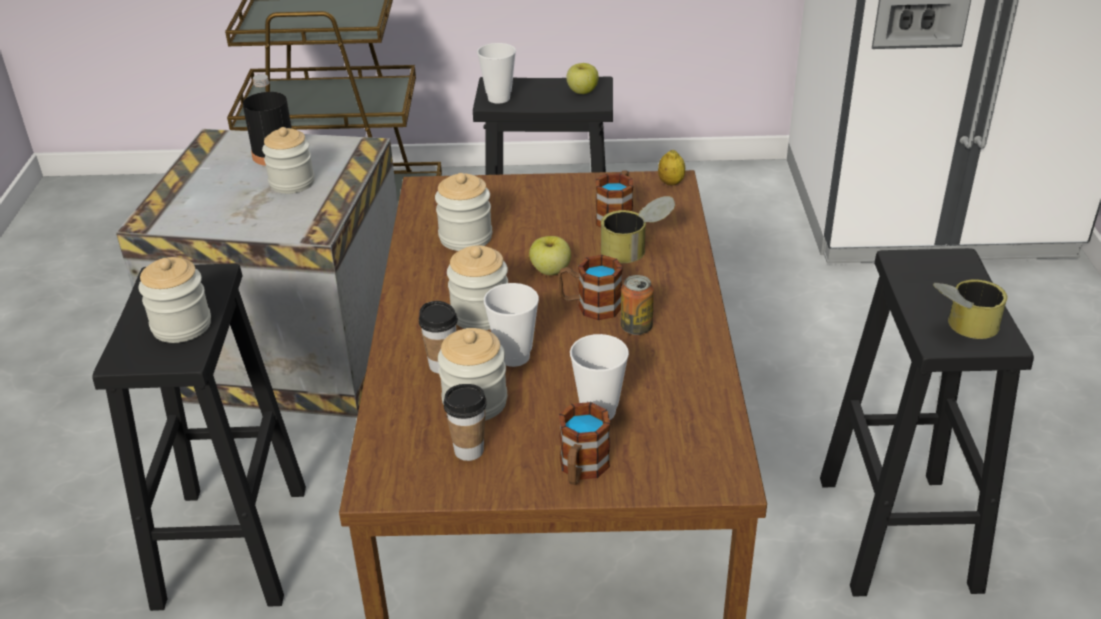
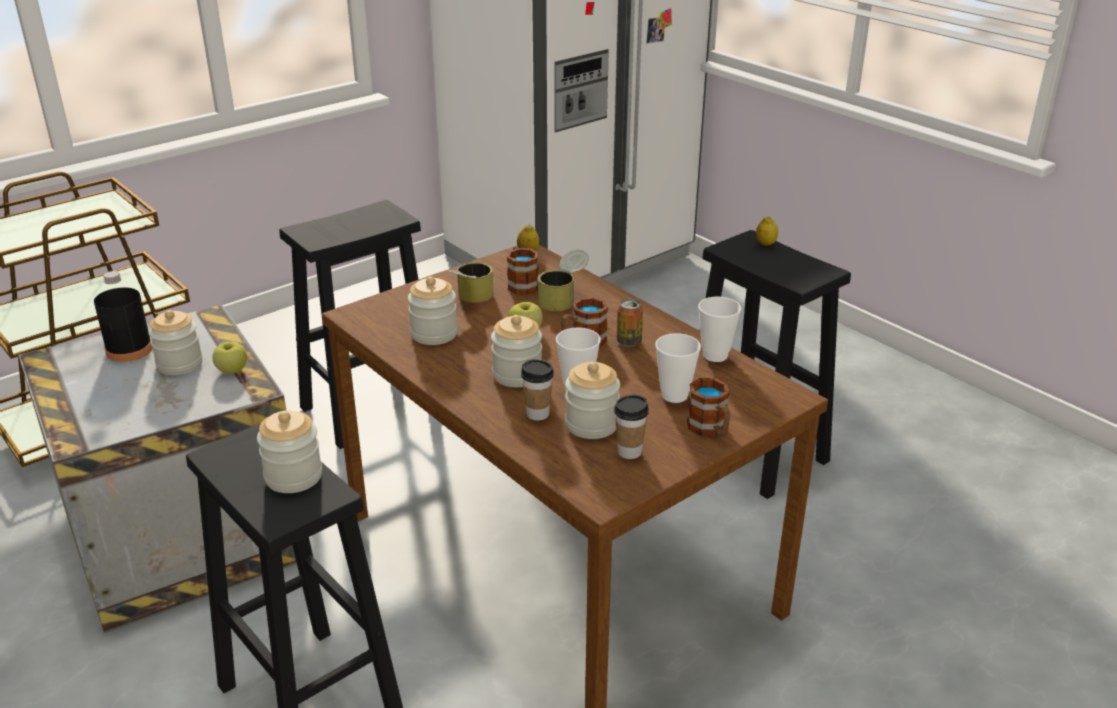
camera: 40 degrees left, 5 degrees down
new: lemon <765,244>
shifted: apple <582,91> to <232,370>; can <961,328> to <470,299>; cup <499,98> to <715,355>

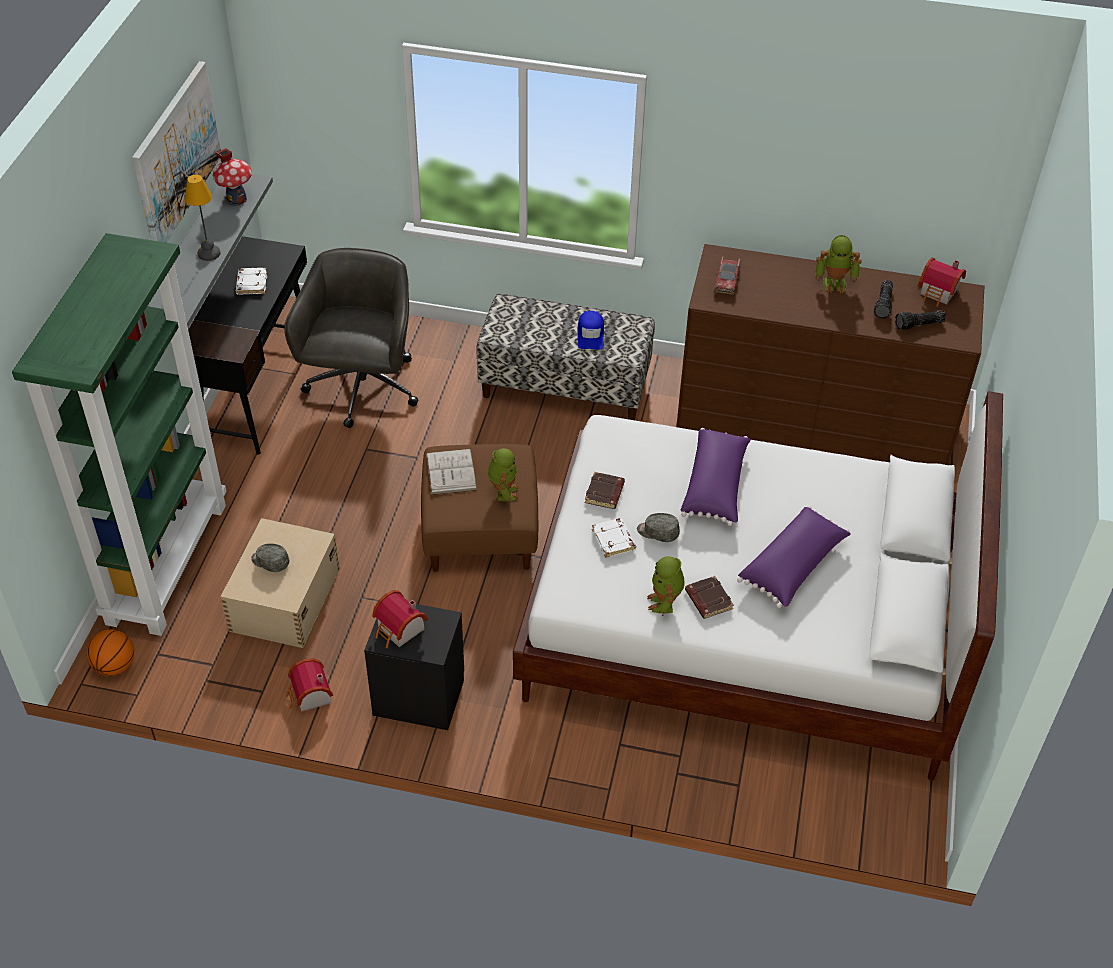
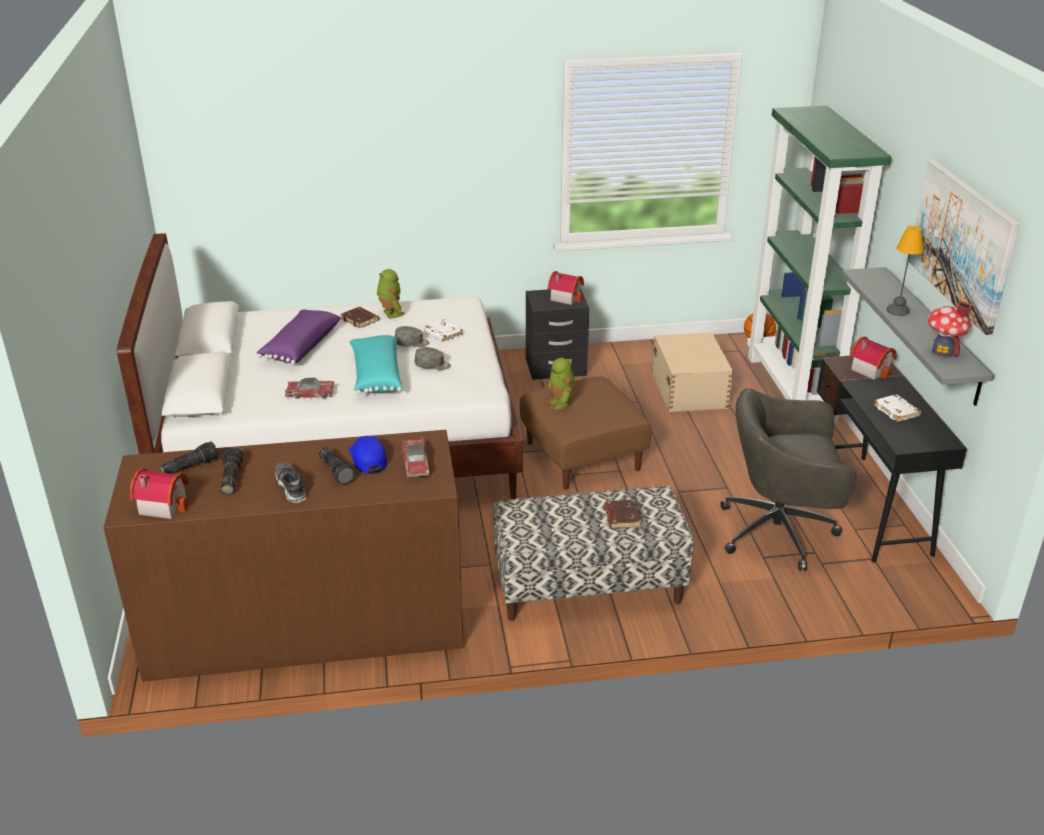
camera: 160 degrees right, 15 degrees down
gone: white book <451,472>
new: toy car <310,394>; flashlight <337,471>
shifted: blue cap <591,334> to <368,458>; grey cap <270,562> to <432,365>; brown book <605,493> to <621,517>; toy house <309,697> to <870,369>
swapped: toy robot <835,283> to shoe <290,487>
repainted: purple pillow <715,486> to turquoise pillow <376,376>
rotated: grey office chair <362,389> = <780,532> 105 degrees clockwise

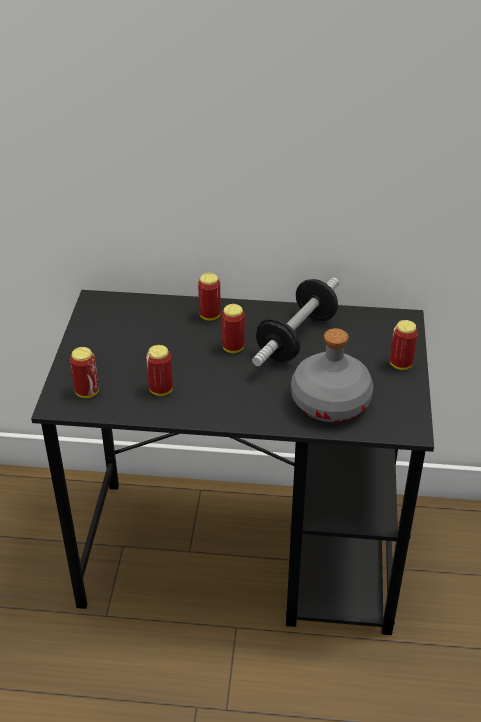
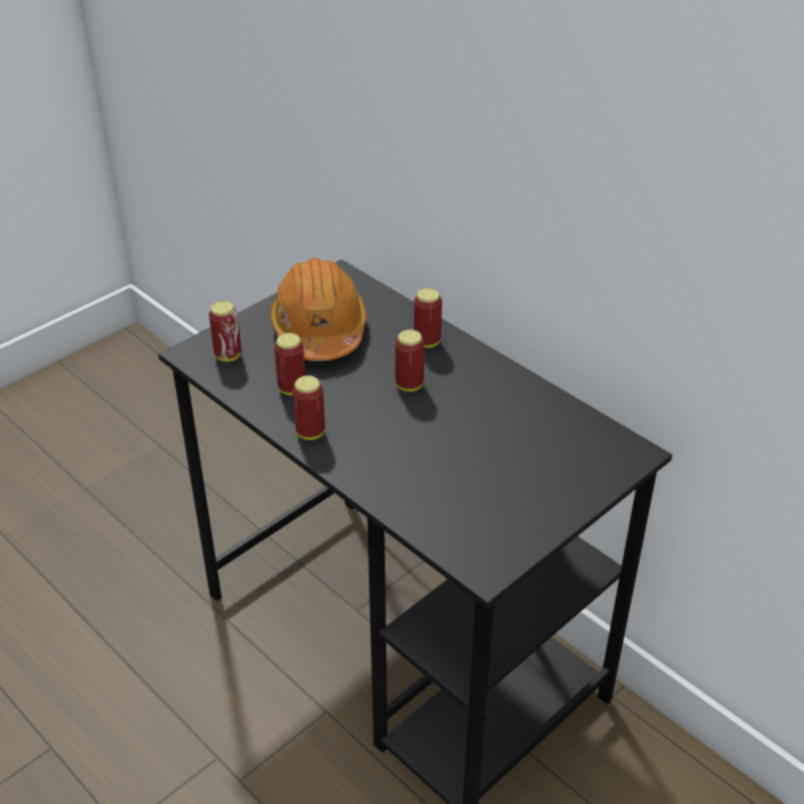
camera: 40 degrees right, 0 degrees up
gone: dumbbell <296,338>; grey bottle <331,403>
new: orange hard hat <319,330>
shifted: can <400,364> to <310,433>

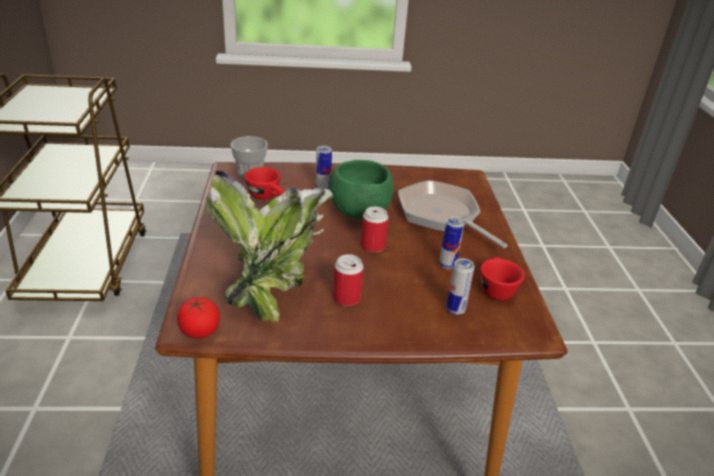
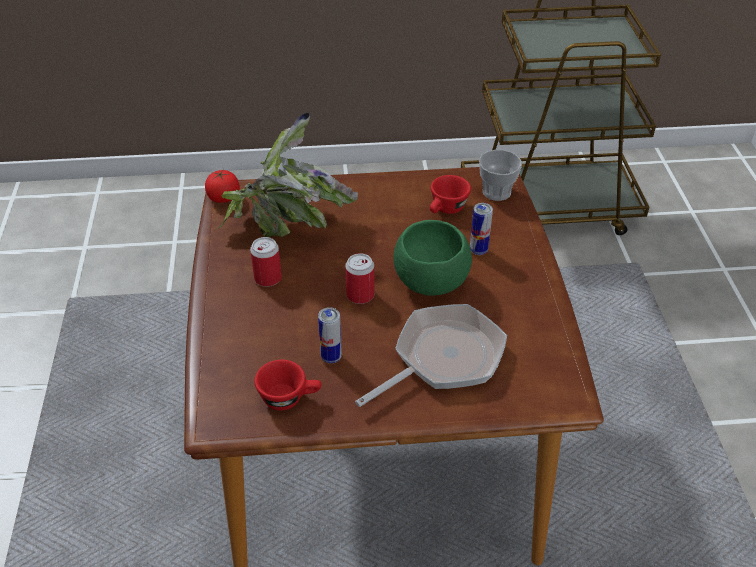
camera: 90 degrees right, 10 degrees up
gone: can <455,310>

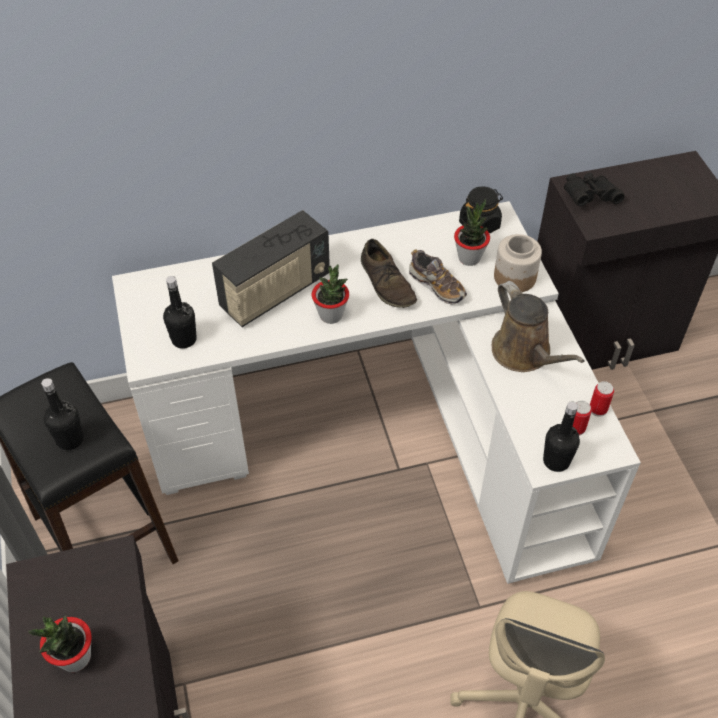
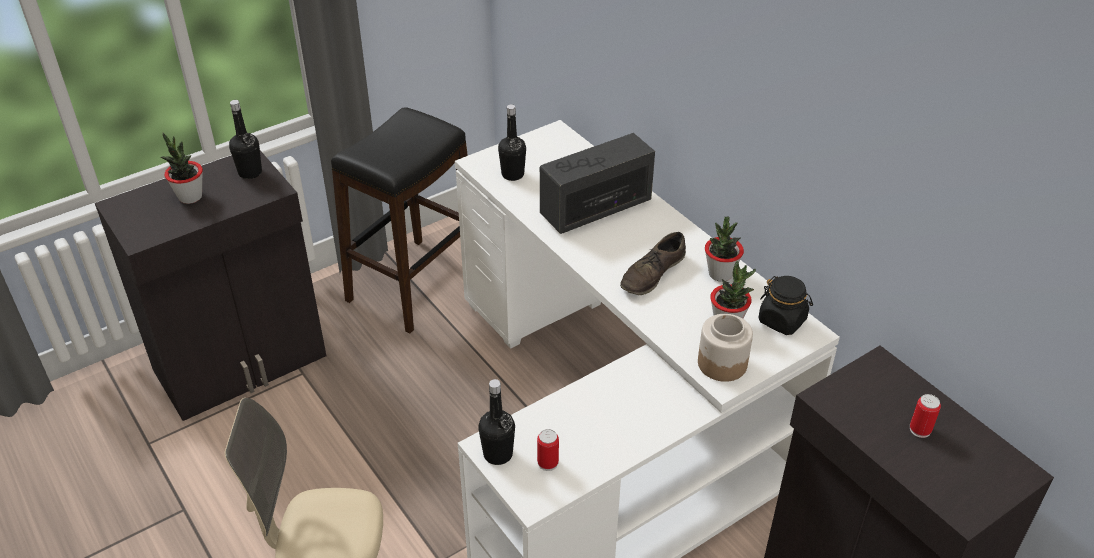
camera: 70 degrees right, 10 degrees down
gone: shoe <436,286>; brown watering can <524,353>; black binoculars <589,197>
shifted: black bottle <70,439> to <250,172>; potted plant <331,315> to <720,274>; can <598,409> to <920,429>
rotated: radio <275,292> = <595,208> 120 degrees clockwise

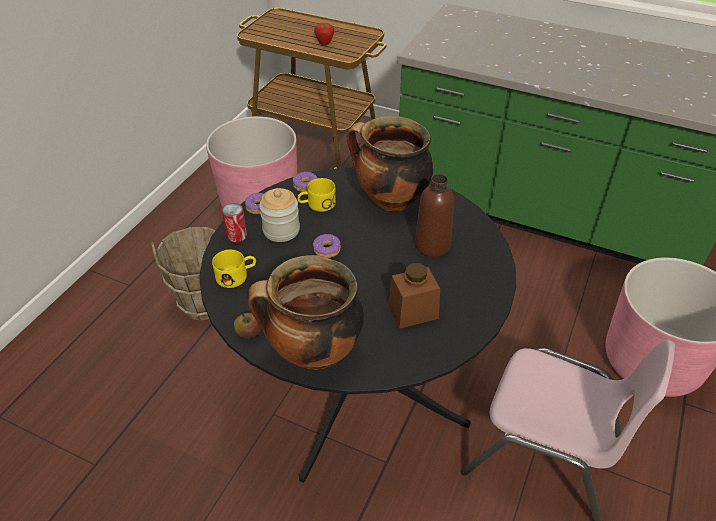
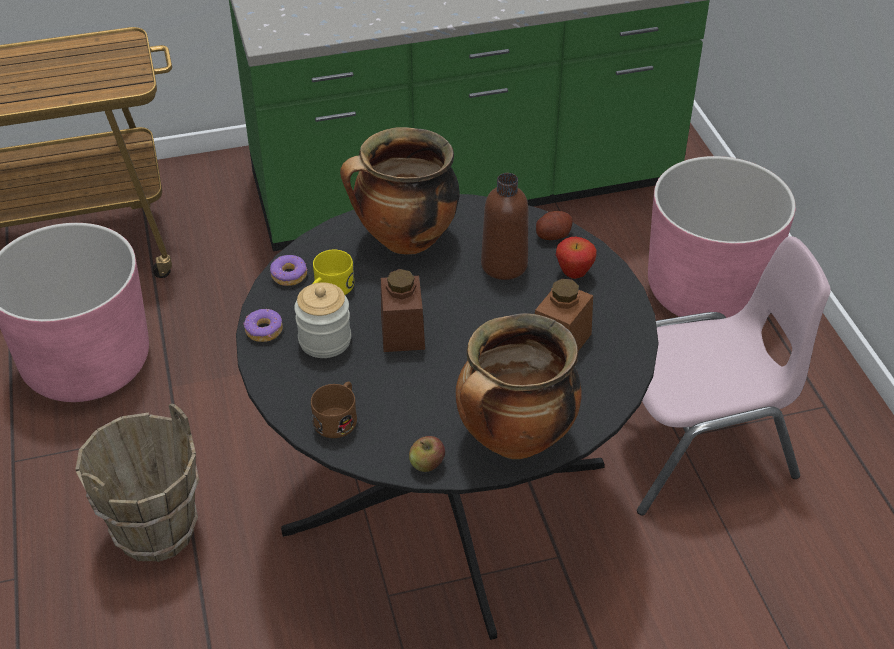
camera: 40 degrees left, 0 degrees up
gone: can <237,236>
new: potato <553,235>
shifted: apple <324,44> to <574,274>
swapped: donut <327,250> to brown jar <402,332>
repainted: yellow mug <237,276> to brown mug <338,417>

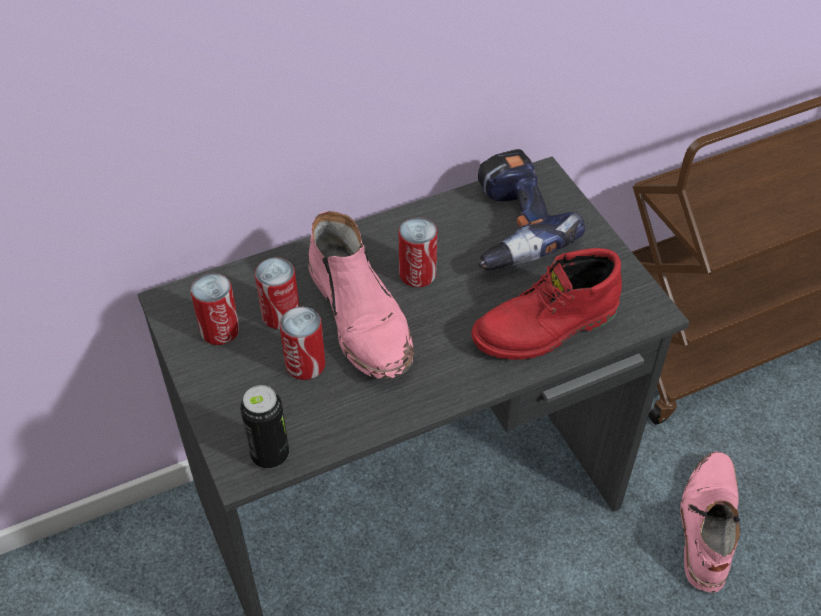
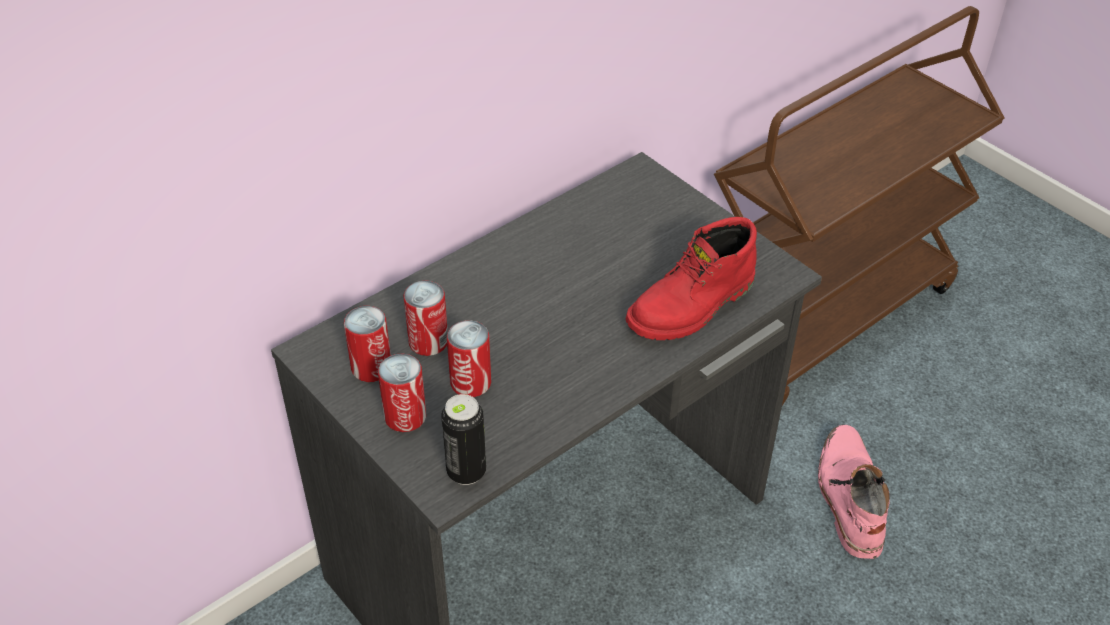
camera: 15 degrees left, 5 degrees down
gone: pink boot <362,317>; power drill <508,227>
shifted: can <417,274> to <405,416>

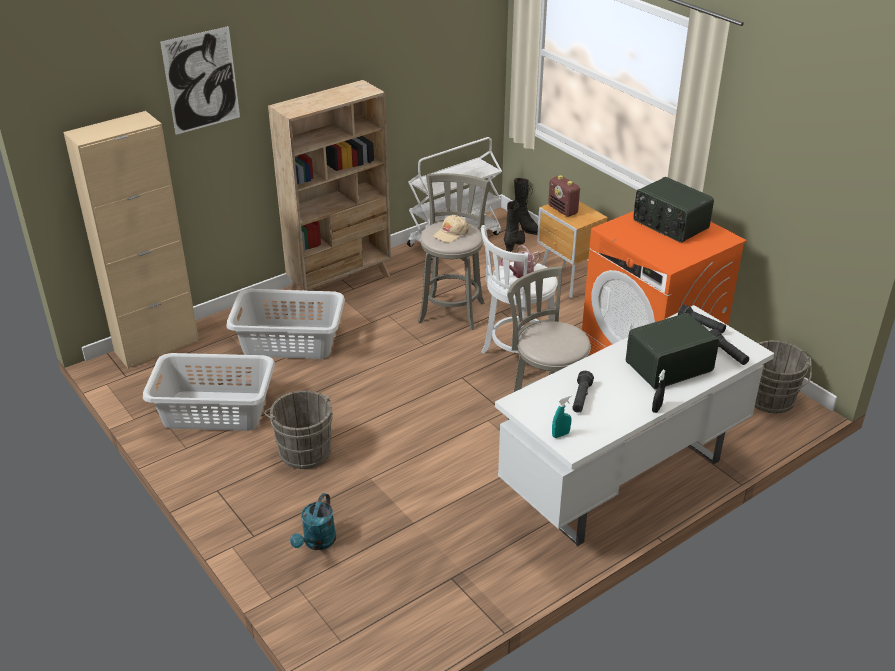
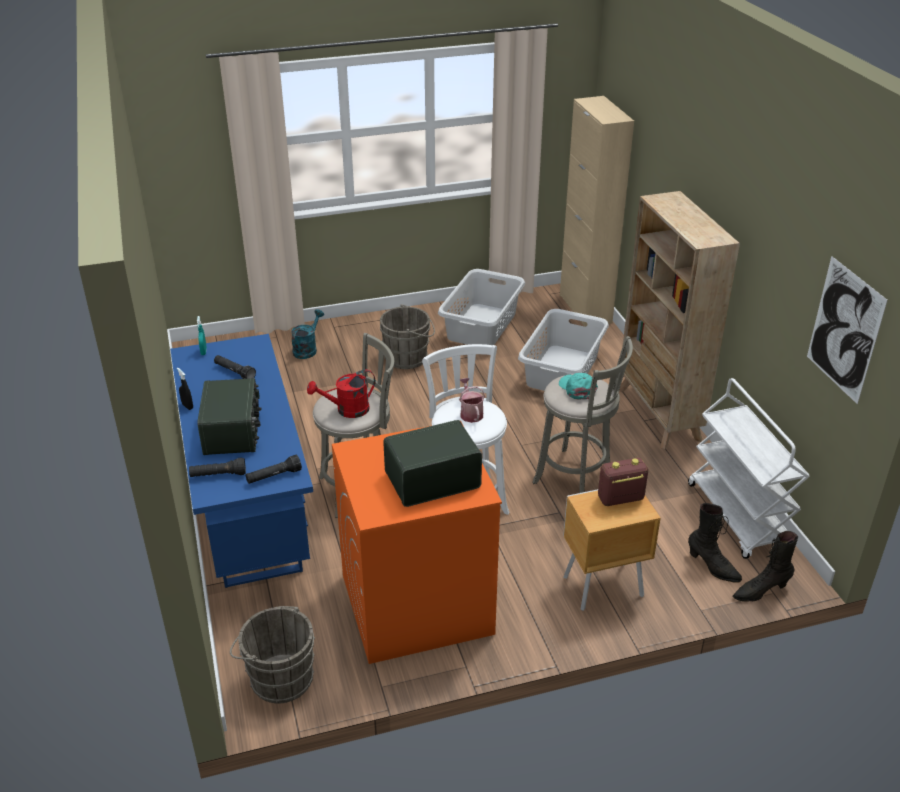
camera: 110 degrees right, 0 degrees up
new: red watering can <347,410>
shifted: picture <201,80> to <844,330>
repainted: white desk <625,481> to blue desk <249,513>; beige cap <451,233> to turquoise cap <577,389>
rotated: turquoise watering can <317,543> = <307,349> 75 degrees clockwise

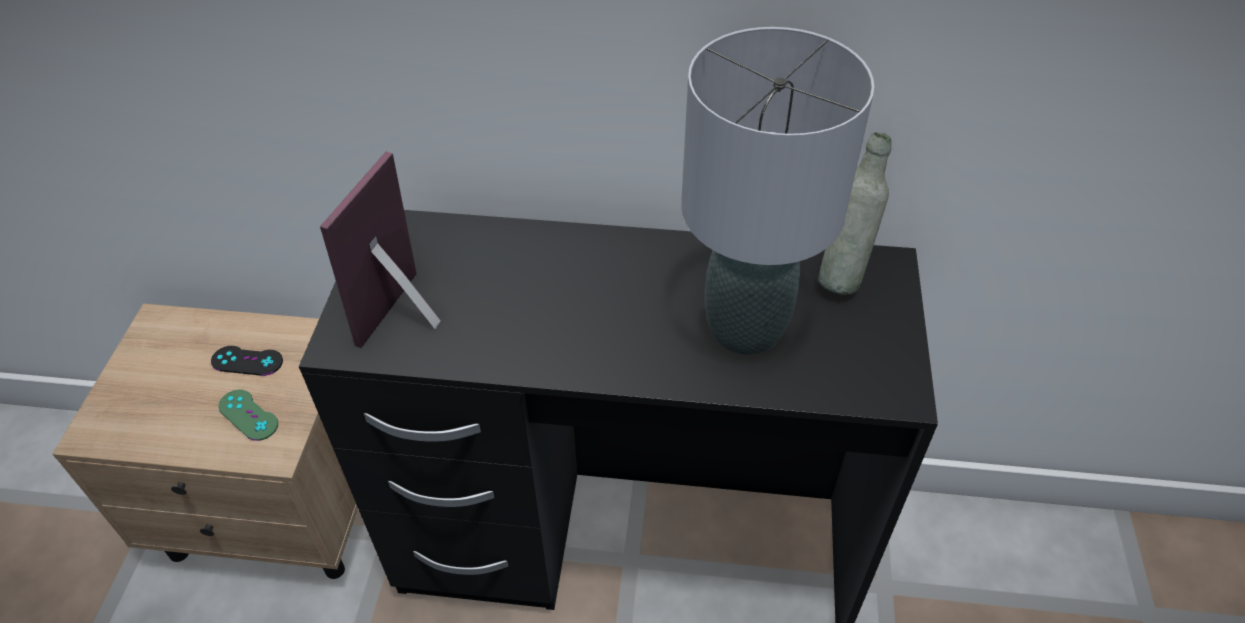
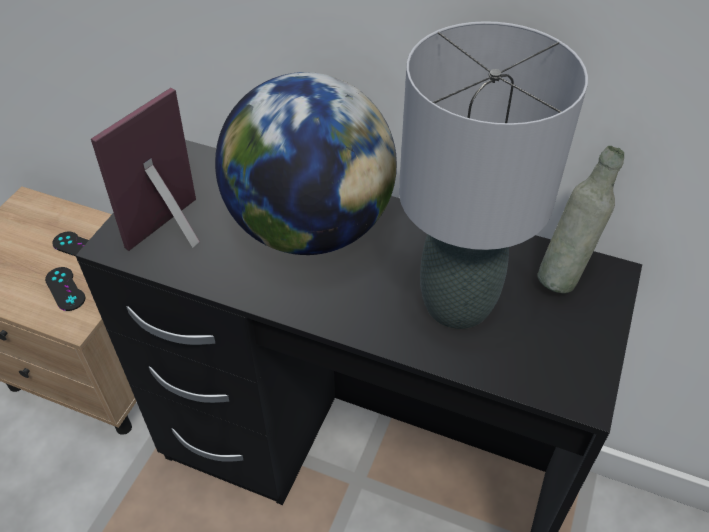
camera: 15 degrees right, 0 degrees up
new: globe <310,228>
repainted: green game controller <248,415> to black game controller <65,289>

